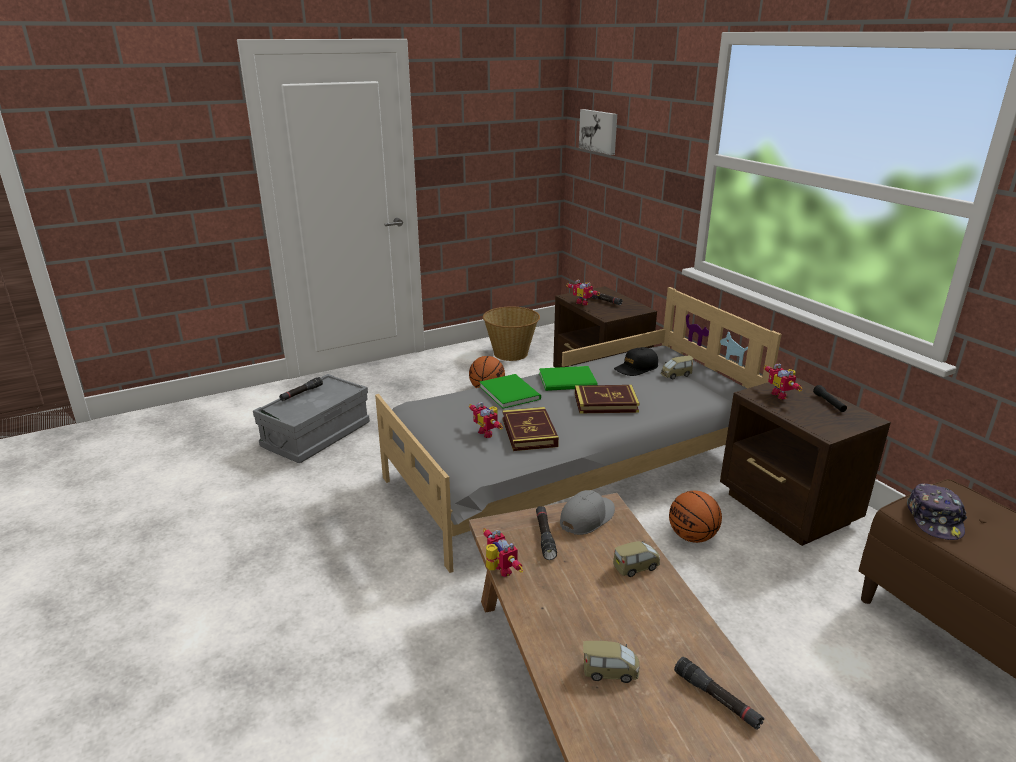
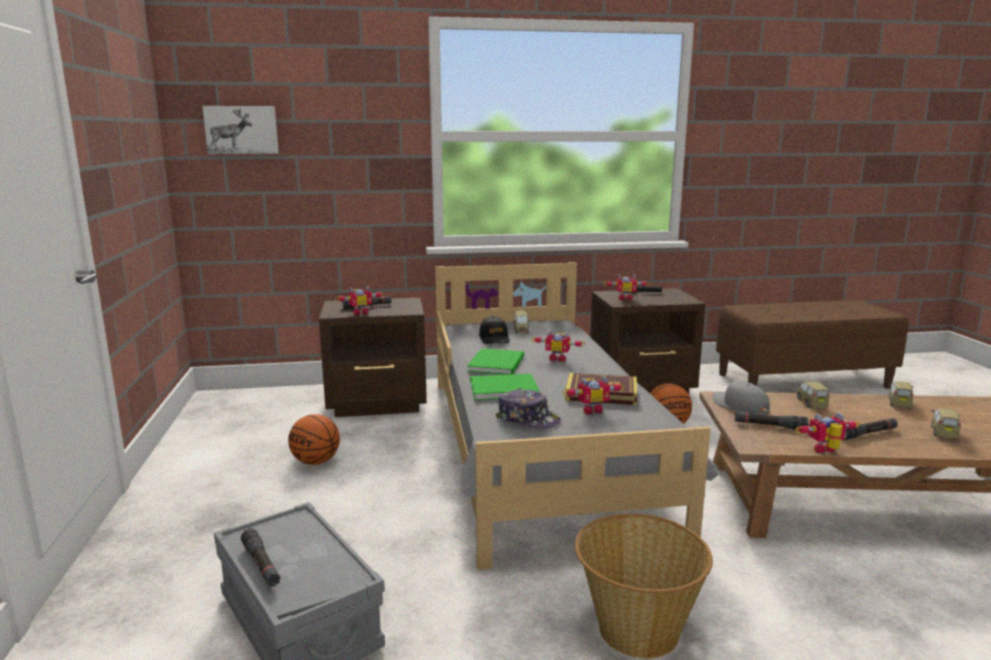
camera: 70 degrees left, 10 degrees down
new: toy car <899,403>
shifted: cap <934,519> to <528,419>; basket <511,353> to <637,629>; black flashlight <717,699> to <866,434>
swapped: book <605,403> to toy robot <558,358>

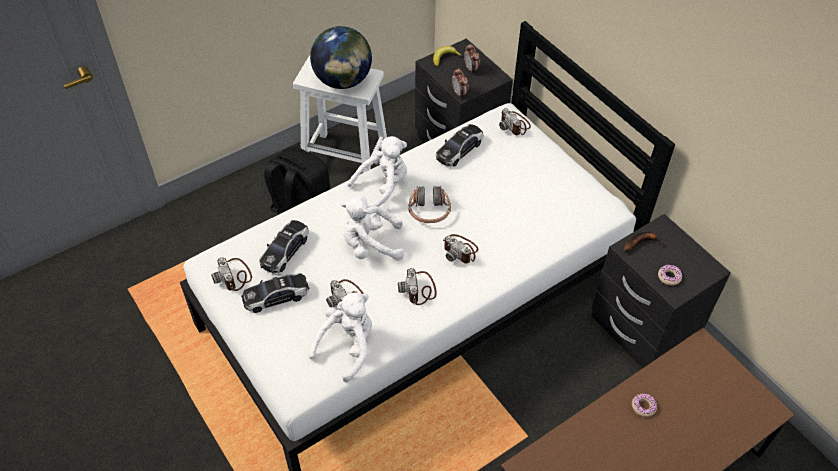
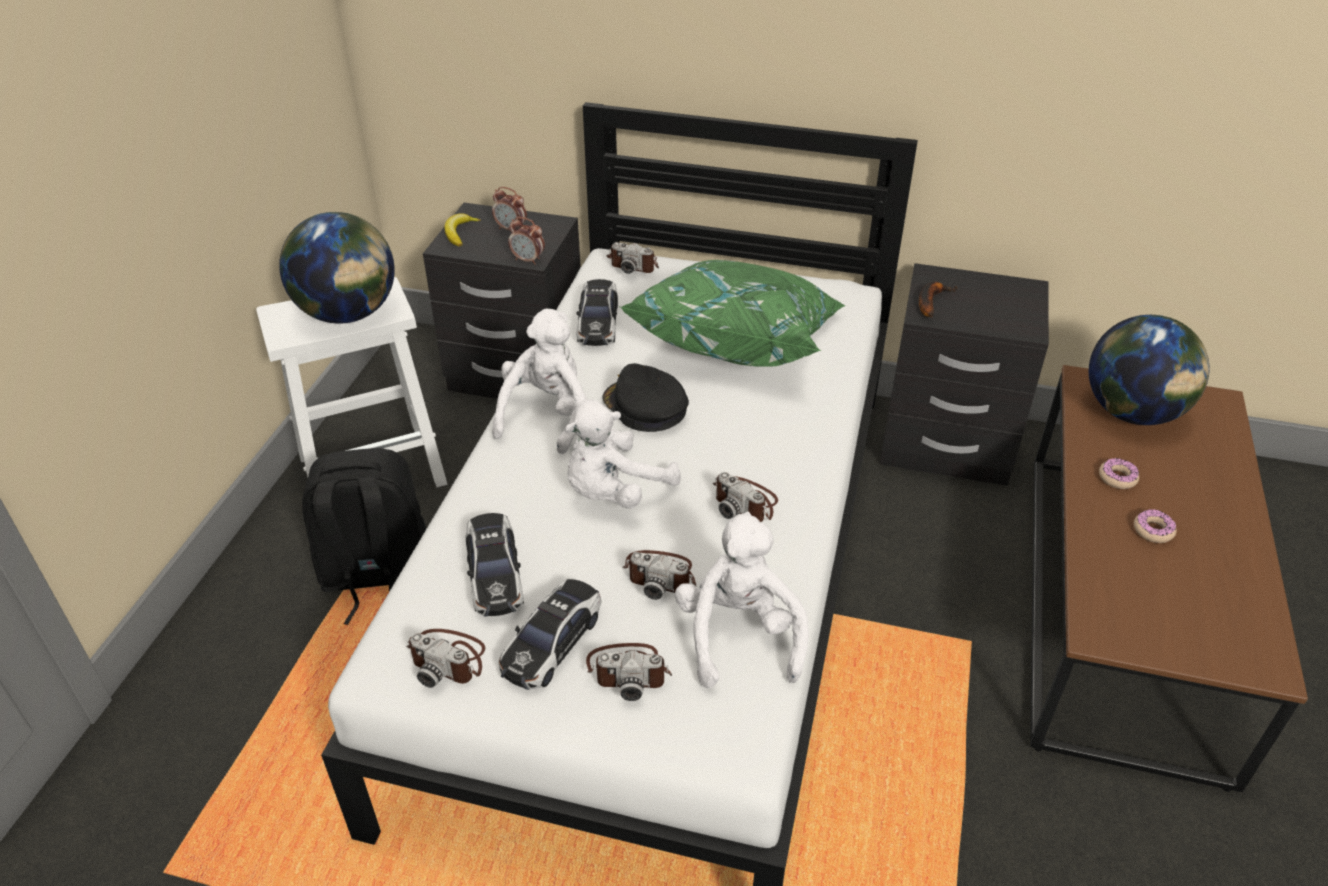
camera: 40 degrees left, 10 degrees down
new: green pillow <738,342>; globe <1133,412>
shifted: photo camera <460,250> to <629,670>; donut <669,277> to <1153,530>
swapped: headphones <429,211> to black cap <645,406>

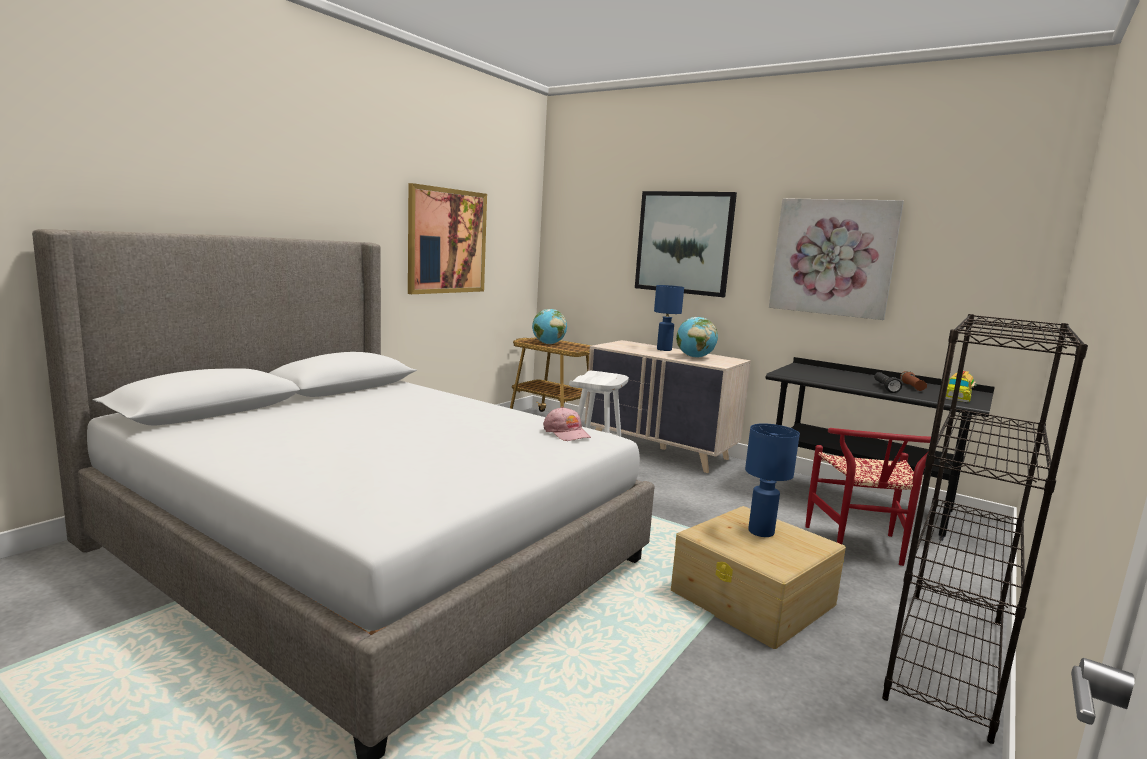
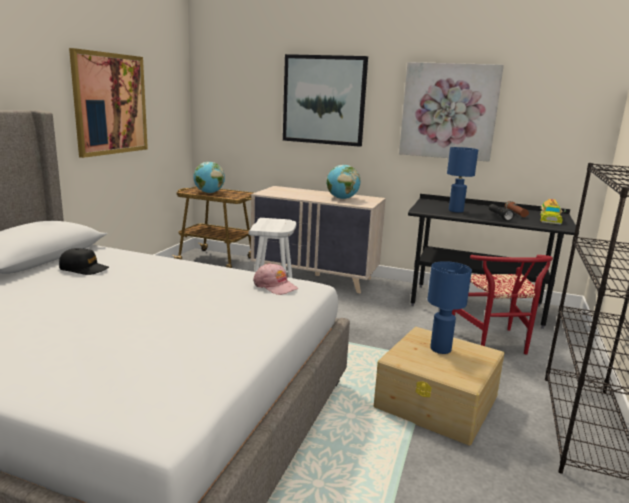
camera: 15 degrees left, 5 degrees up
new: black cap <84,269>
shifted: blue table lamp <664,350> to <456,211>

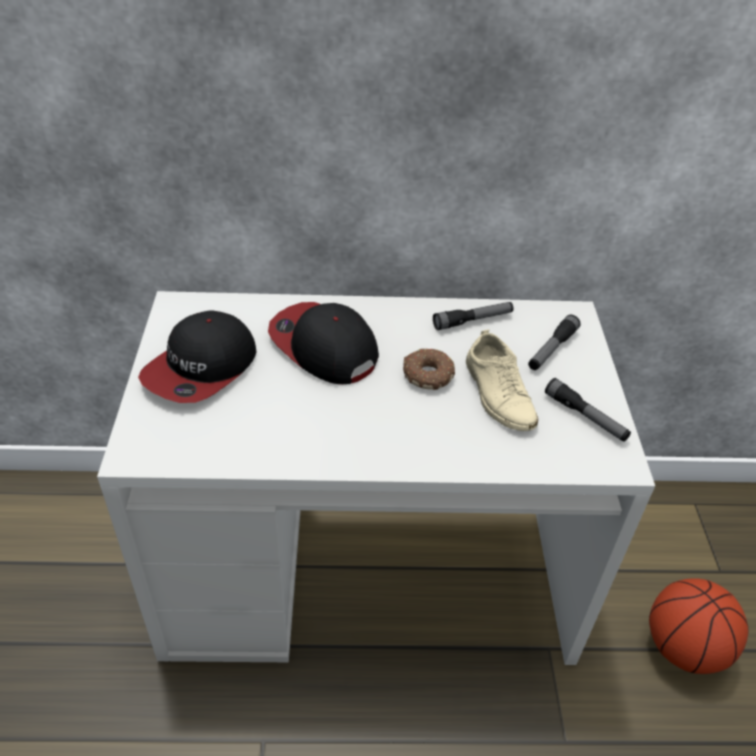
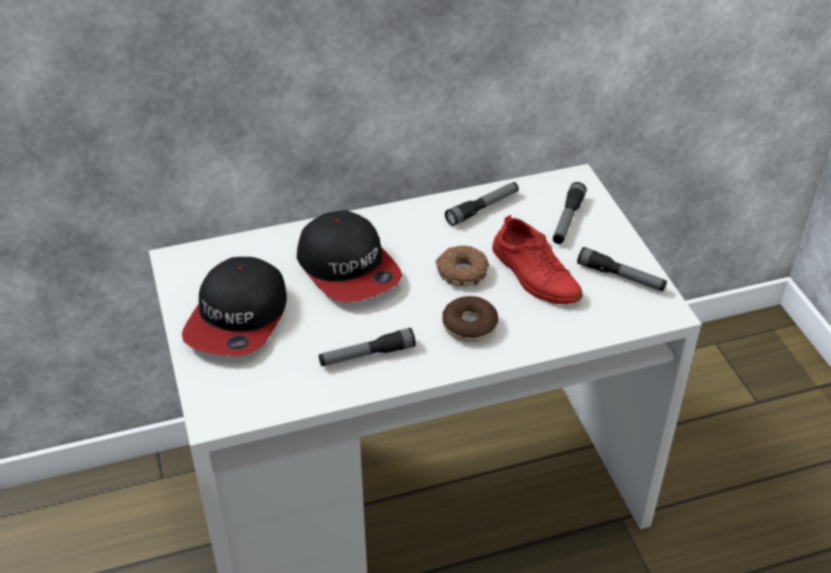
camera: 15 degrees left, 0 degrees up
gone: basketball <683,647>
new: flashlight <367,355>; donut <469,325>
repainted: beige shoe <498,394> to red shoe <535,274>
rotated: cap <323,346> = <348,268> 150 degrees counterclockwise

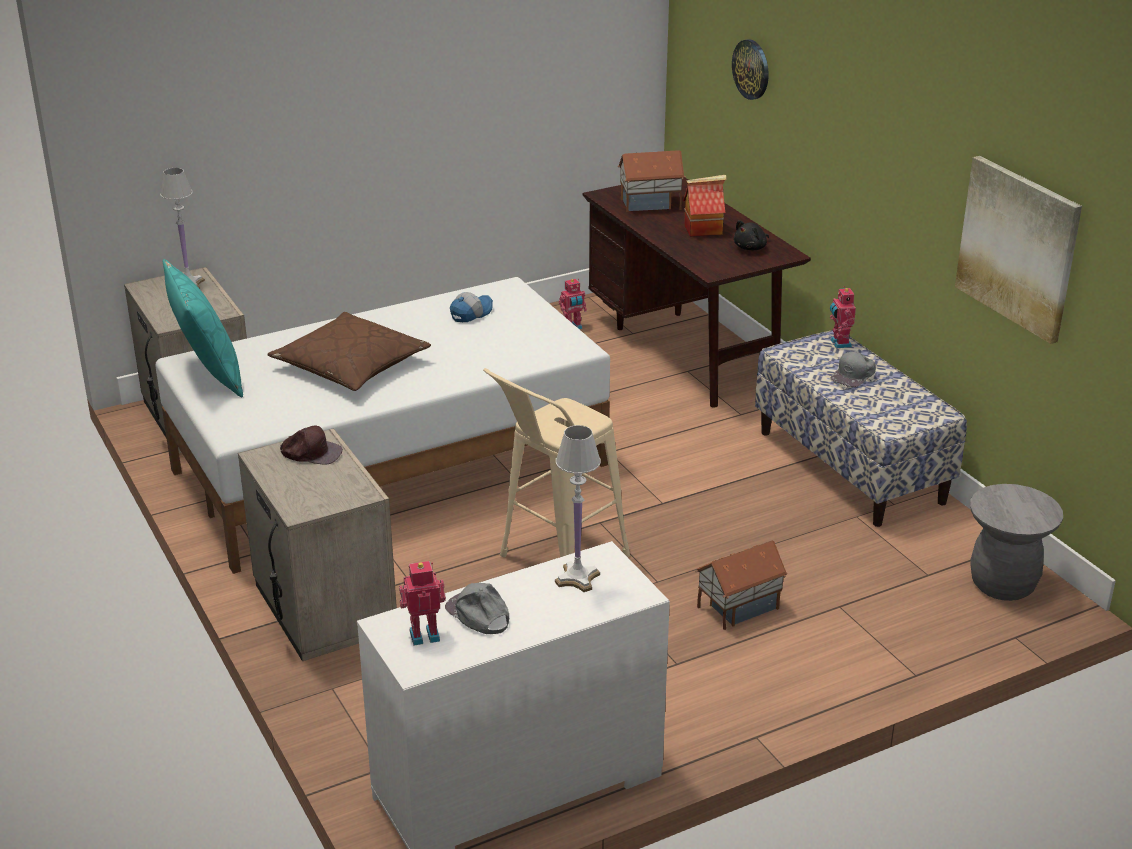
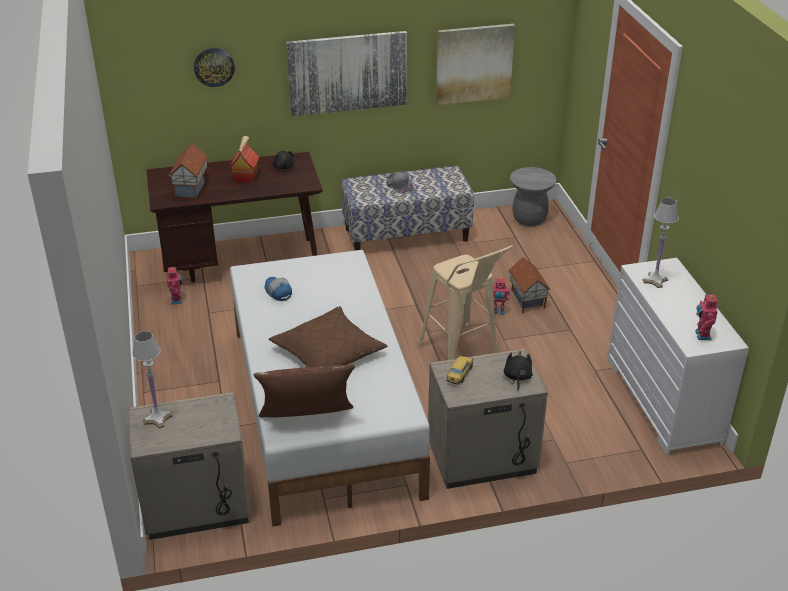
camera: 75 degrees left, 5 degrees up
gone: grey cap <478,615>
new: picture <347,73>; black plush toy <517,377>
shifted: toy robot <839,343> to <498,312>
swapped: brown cap <311,452> to toy car <459,374>
repainted: turquoise pillow <208,373> to brown pillow <307,422>

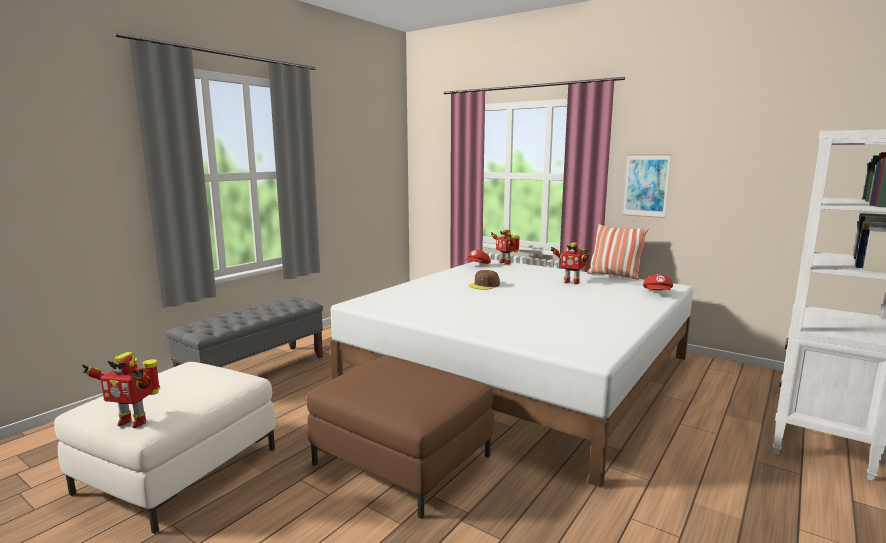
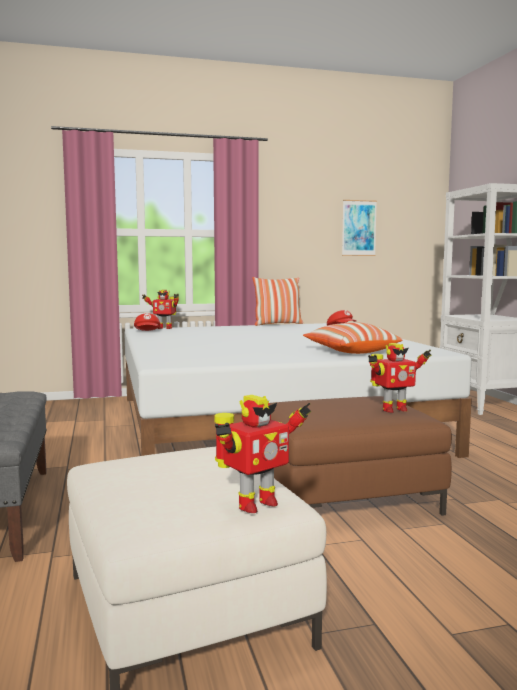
camera: 50 degrees left, 5 degrees down
gone: brown cap <484,285>
new: pillow <350,351>
shifted: picture <646,185> to <359,228>; toy robot <571,282> to <393,409>

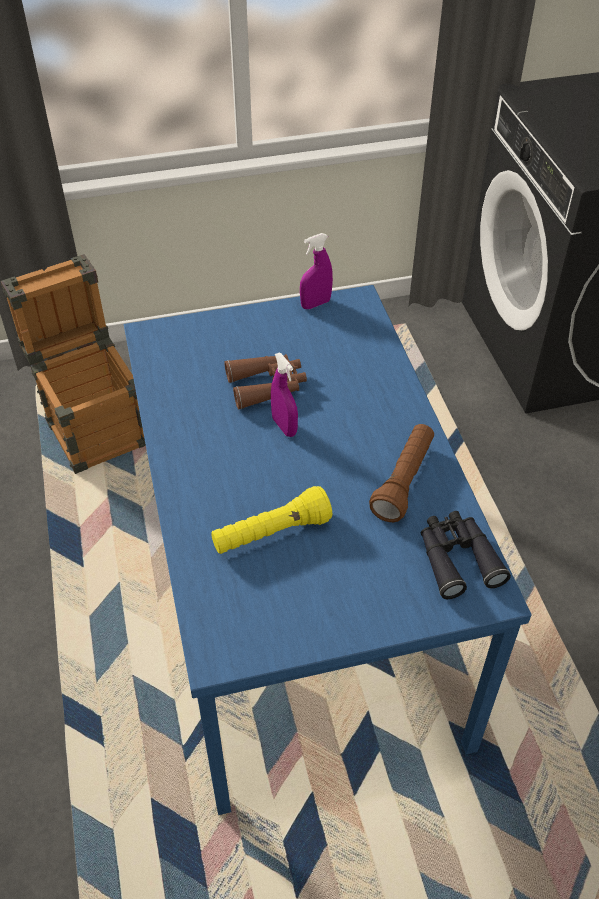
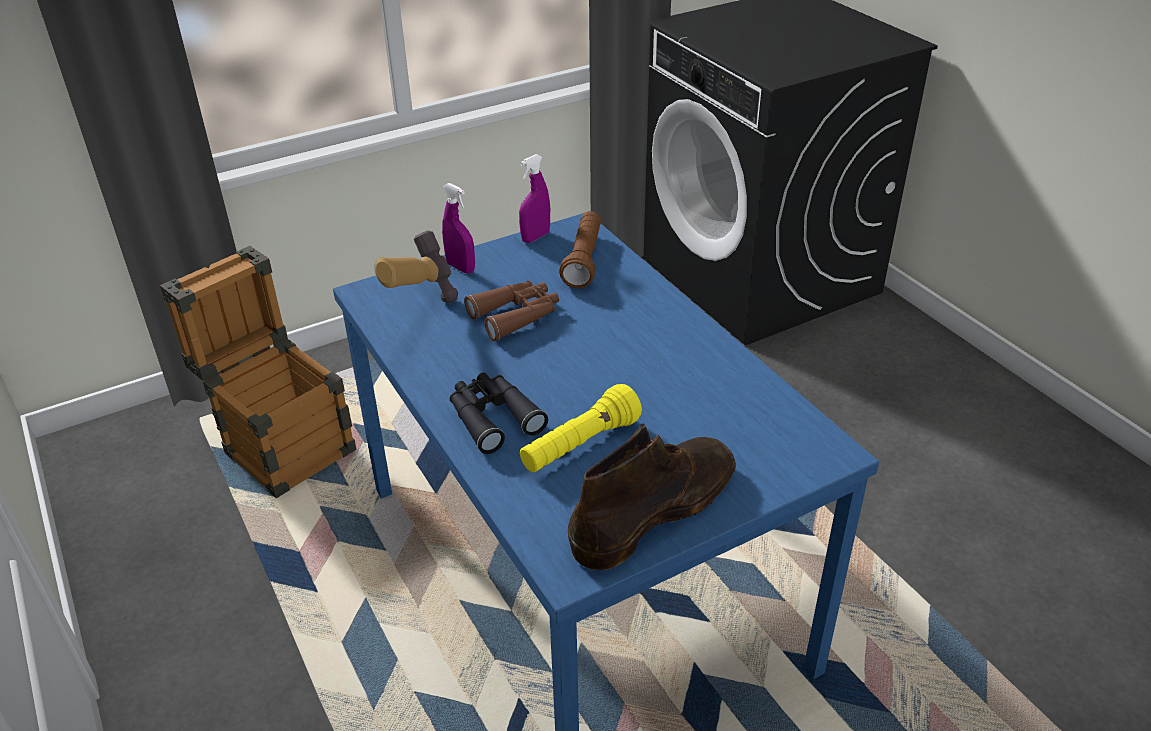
camera: 15 degrees left, 10 degrees down
new: hammer <418,324>; brown boot <655,509>
shifted: purple spray bottle <284,426> to <460,268>; black binoculars <457,558> to <493,418>; brown flashlight <403,481> to <584,260>

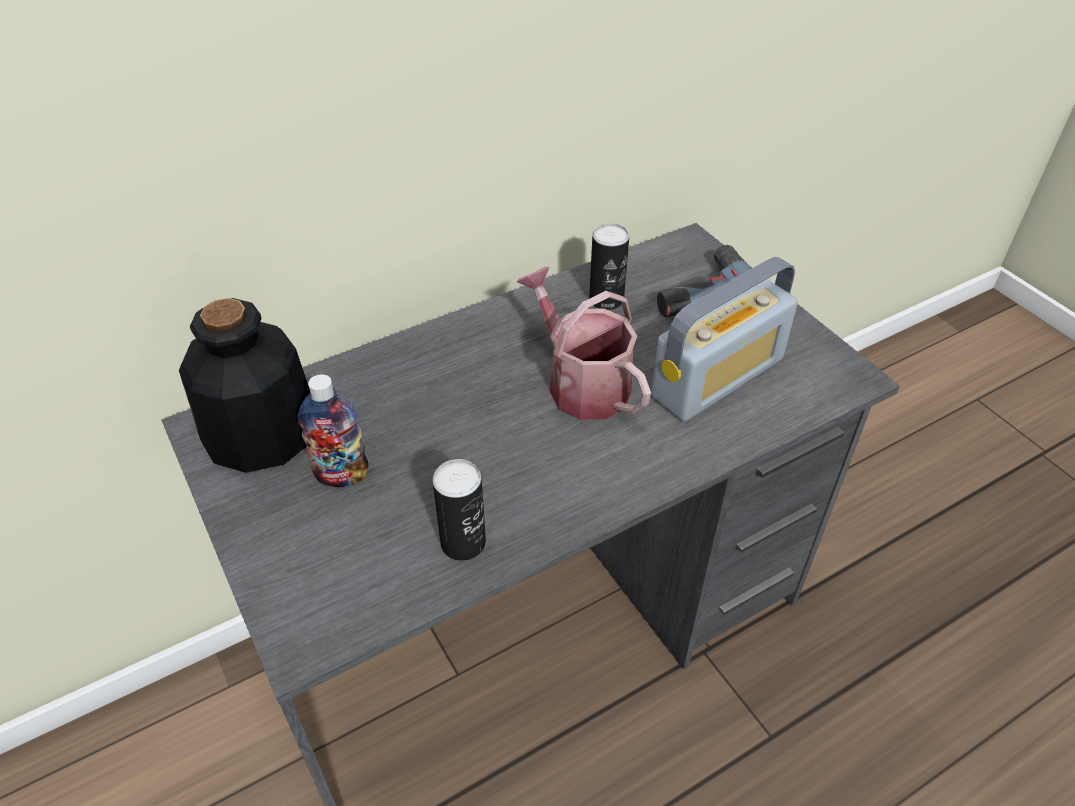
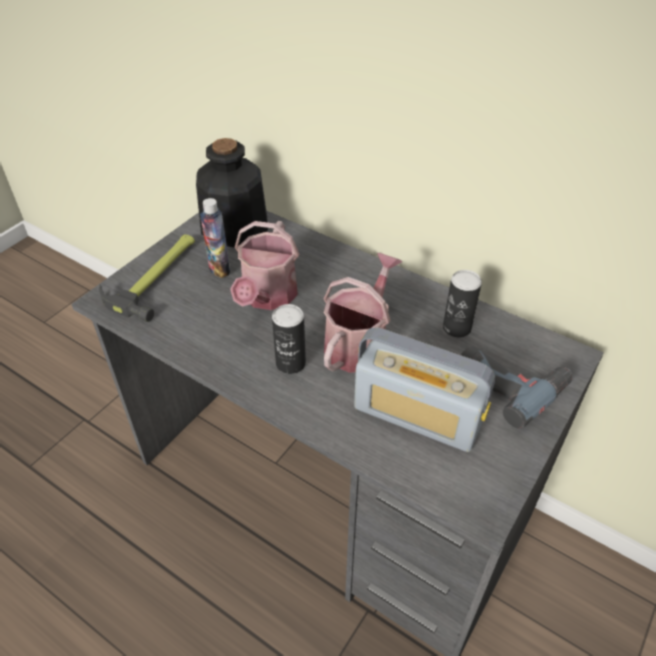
camera: 65 degrees right, 0 degrees up
new: hammer <157,276>; watering can <267,297>
shifted: can <463,542> to <290,363>

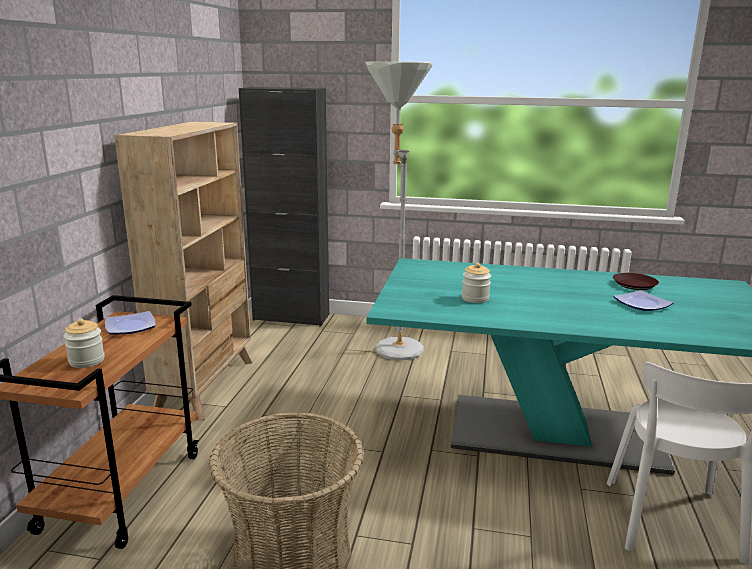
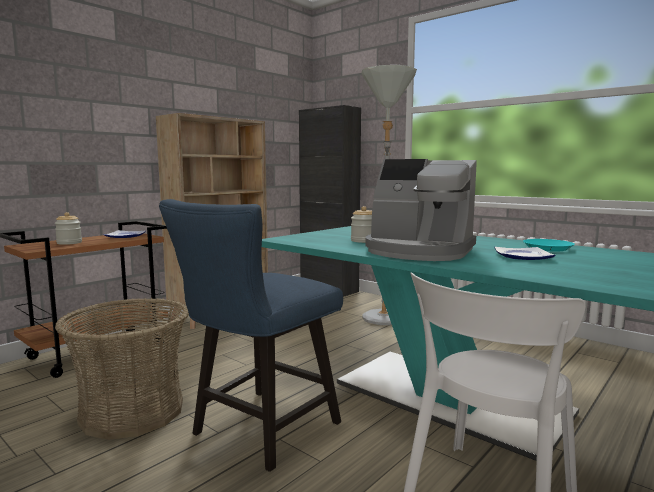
camera: 30 degrees right, 10 degrees down
new: blue chair <258,432>; coffee machine <418,251>
repainted: brown plate <634,285> to turquoise plate <547,248>

